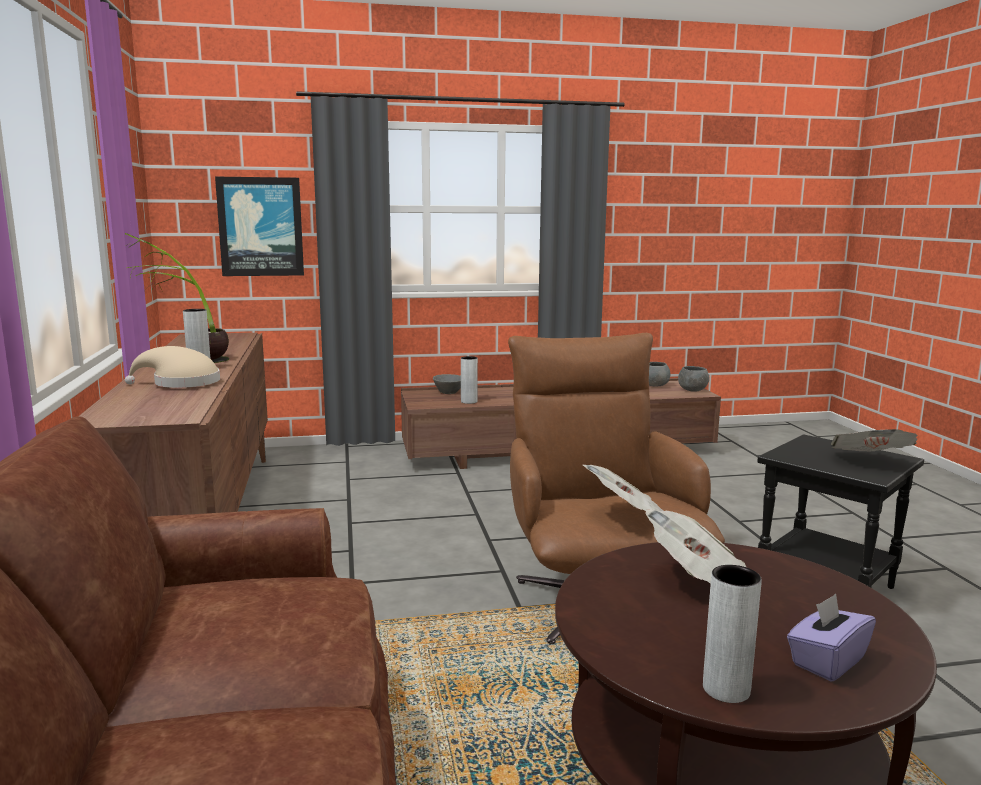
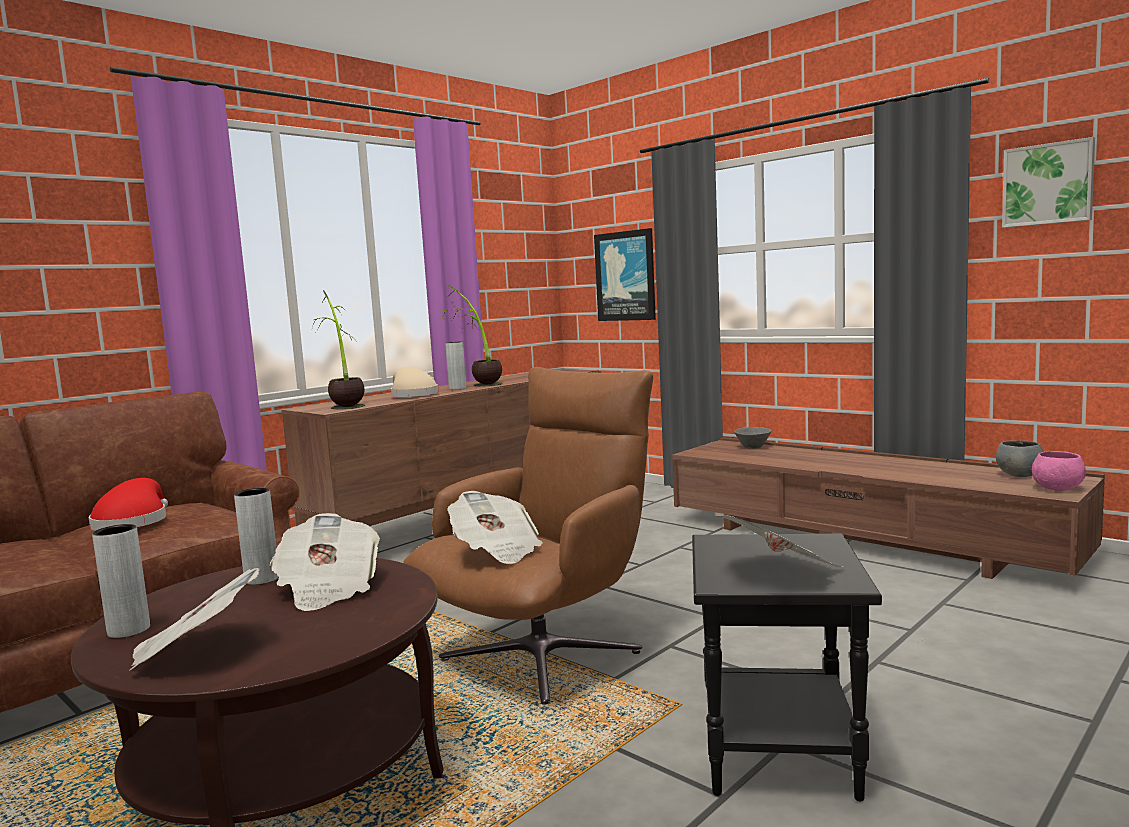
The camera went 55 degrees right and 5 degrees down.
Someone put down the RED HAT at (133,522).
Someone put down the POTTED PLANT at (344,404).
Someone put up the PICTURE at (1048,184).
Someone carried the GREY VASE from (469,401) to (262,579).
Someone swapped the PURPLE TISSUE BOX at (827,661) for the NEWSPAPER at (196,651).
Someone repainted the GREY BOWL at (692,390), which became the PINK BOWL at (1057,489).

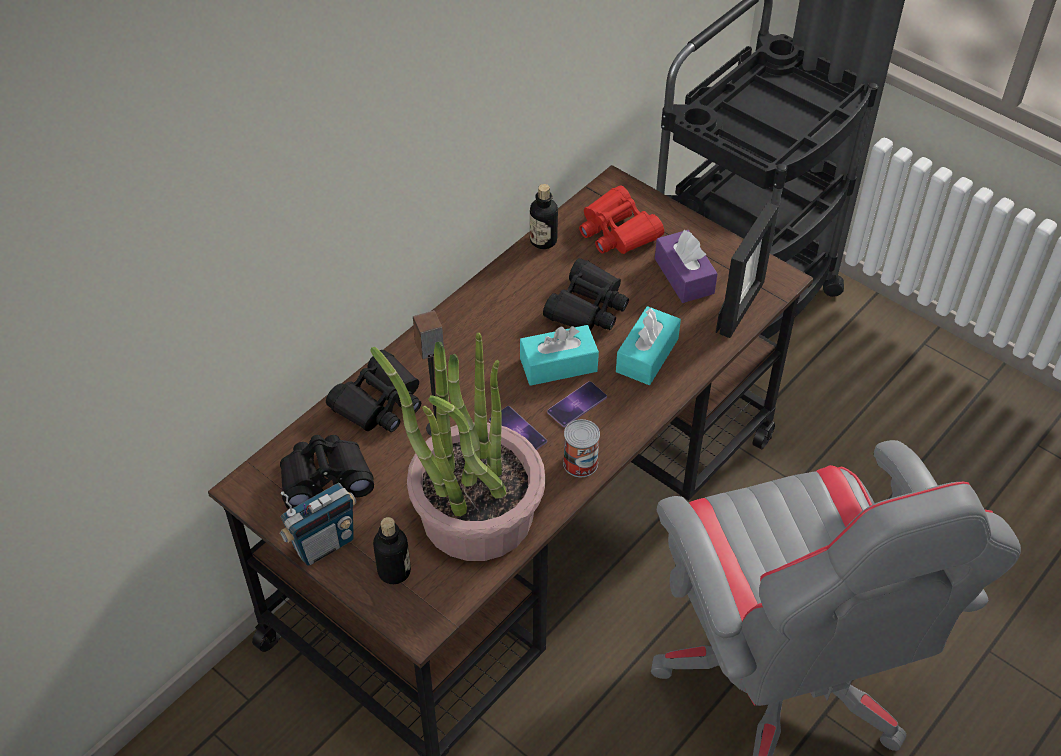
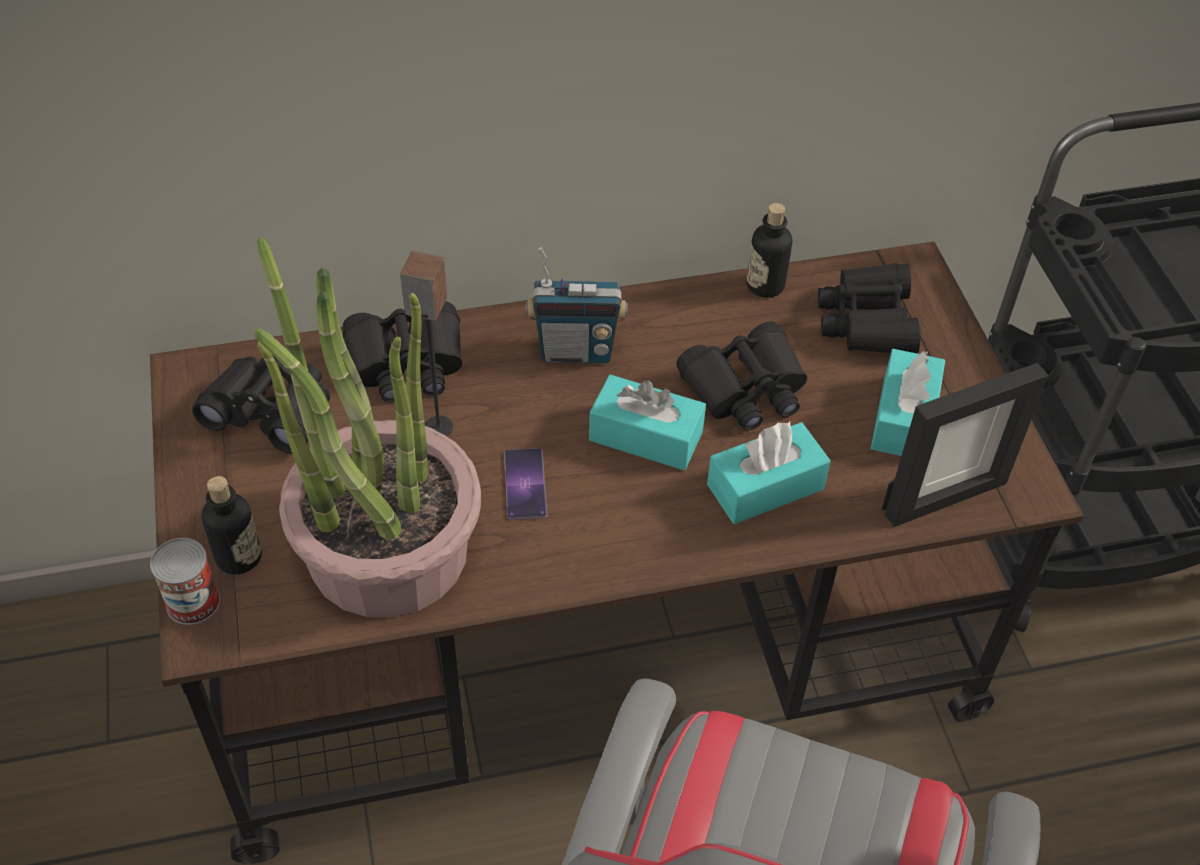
The camera went 35 degrees right and 0 degrees up.
Someone took away the PHONE at (577,404).
Someone carried the RADIO from (323,544) to (576,351).
Someone carried the CAN from (580,463) to (193,602).
Someone repainted the RED BINOCULARS at (617,231), which became the BLACK BINOCULARS at (867,321).
Someone repainted the PURPLE TISSUE BOX at (684,276), which became the TURQUOISE TISSUE BOX at (904,418).

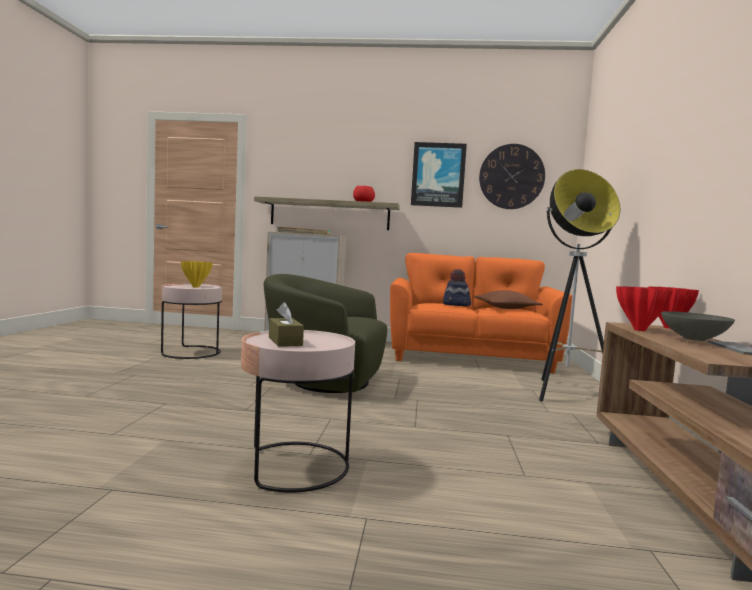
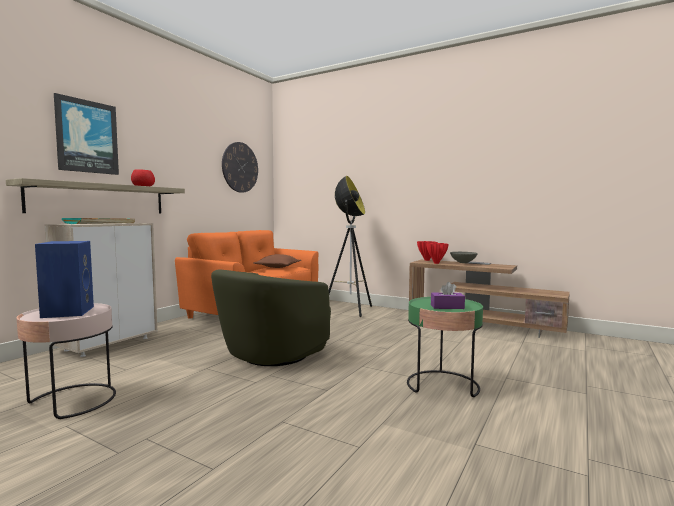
The camera went 65 degrees left and 0 degrees up.
Someone took away the HAT at (456,305).
Someone carried the PICTURE from (438,175) to (87,136).
Someone swapped the YELLOW VASE at (195,287) for the BLUE SPEAKER at (67,312).
Someone repainted the PINK SIDE TABLE at (294,466), which became the GREEN SIDE TABLE at (443,385).
Someone repainted the BROWN TISSUE BOX at (285,341), which became the PURPLE TISSUE BOX at (447,307).

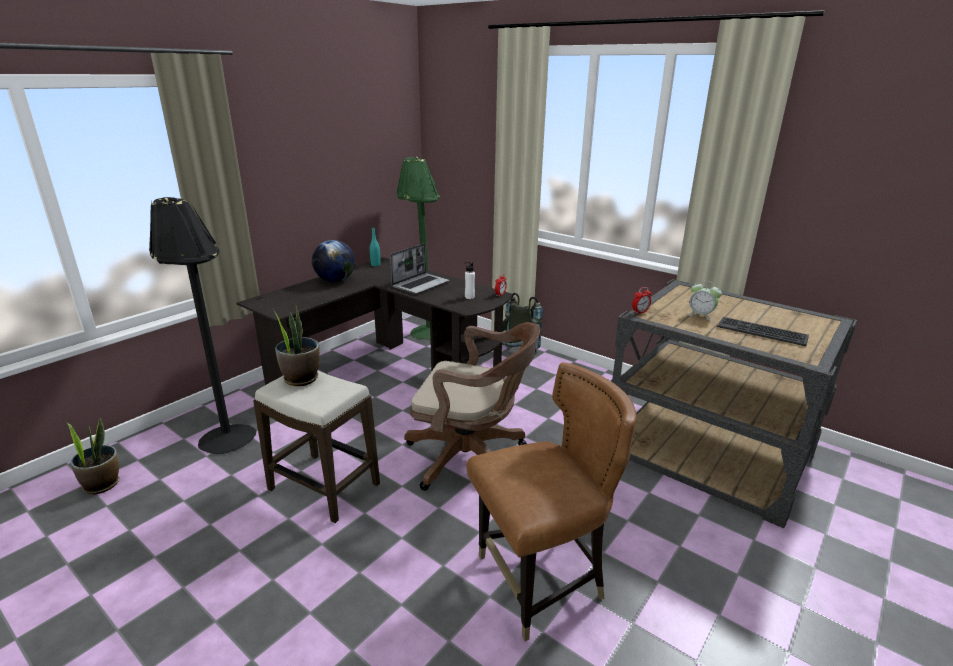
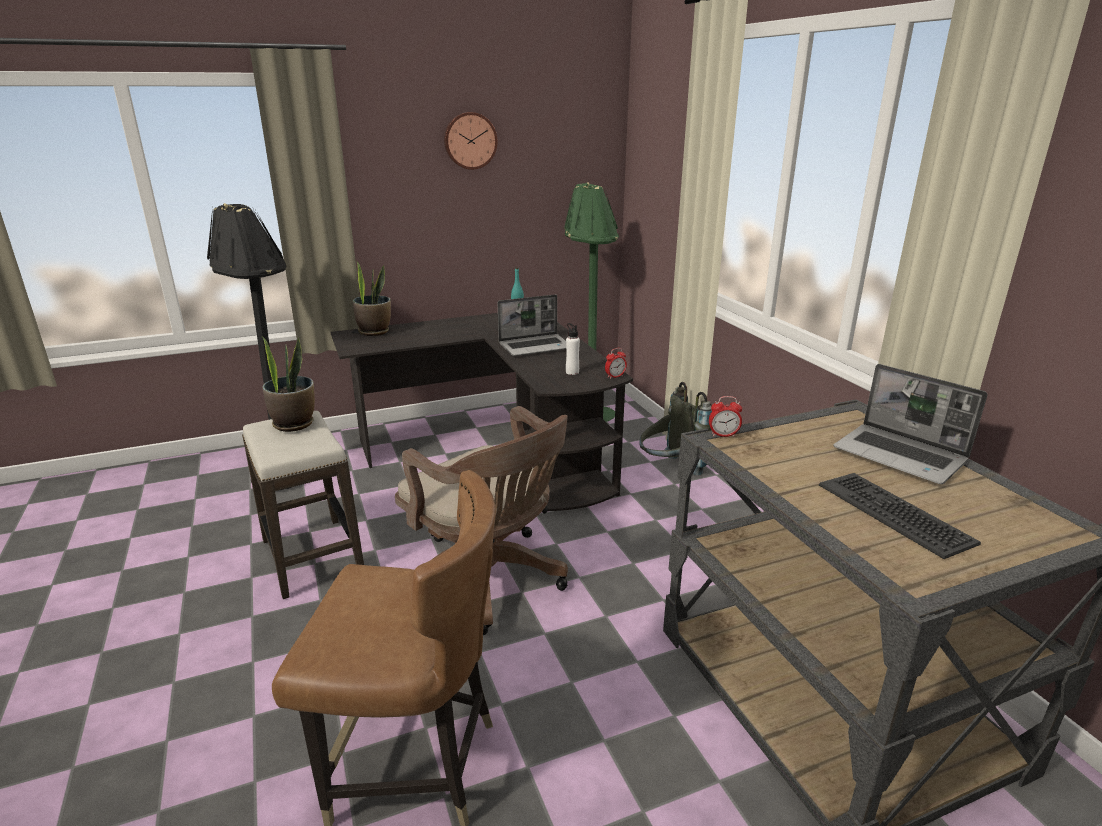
The camera went 30 degrees right and 0 degrees up.
Someone took away the GLOBE at (335,281).
Someone took away the ALARM CLOCK at (701,315).
Someone put up the WALL CLOCK at (470,140).
Someone put down the LAPTOP at (901,456).
Someone carried the POTTED PLANT from (102,484) to (374,331).

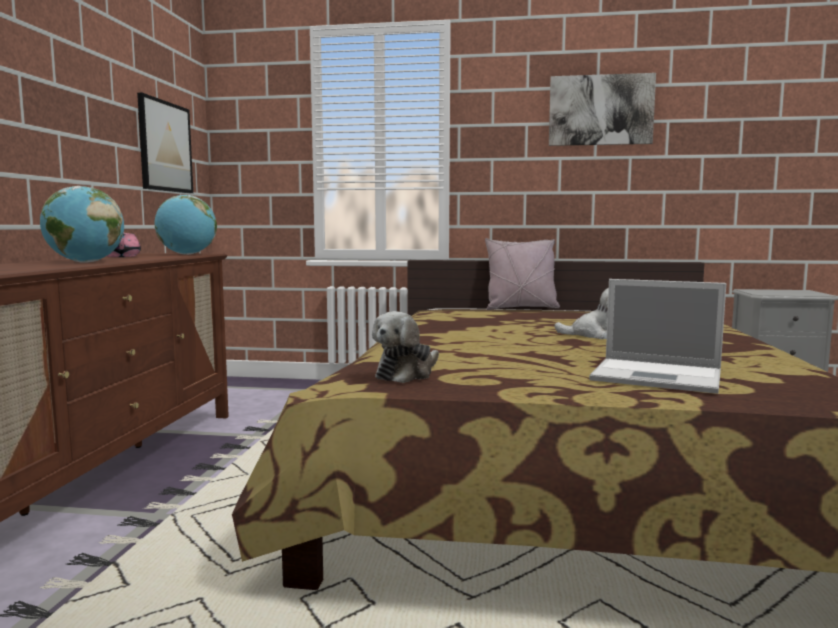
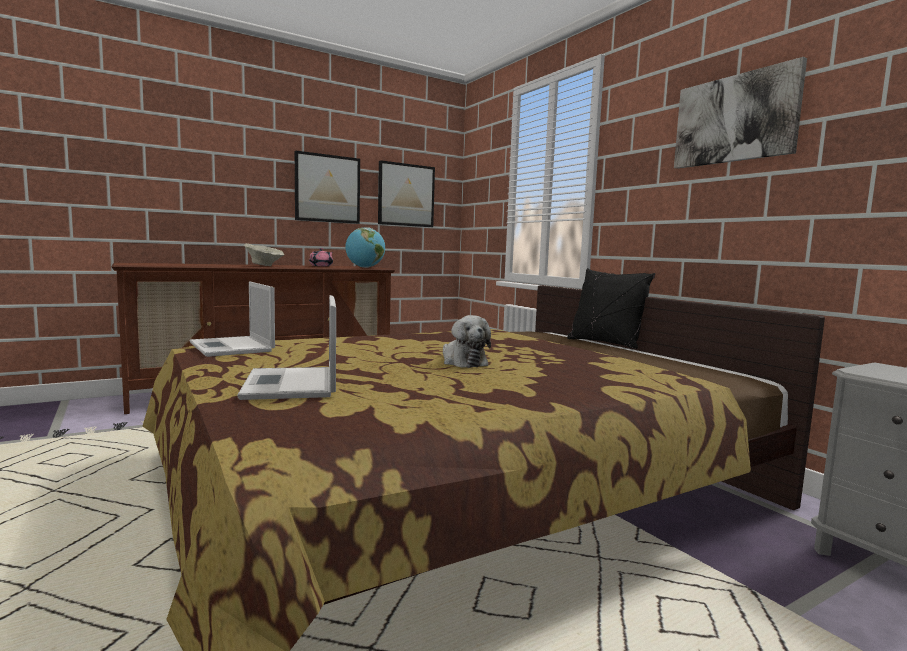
The camera went 50 degrees right and 0 degrees up.
Someone put up the PICTURE at (327,188).
Someone swapped the GLOBE at (85,262) for the BEIGE BOWL at (264,266).
Someone swapped the PLUSH TOY at (406,374) for the LAPTOP at (232,347).
Someone repainted the PURPLE PILLOW at (521,308), which became the BLACK PILLOW at (605,343).

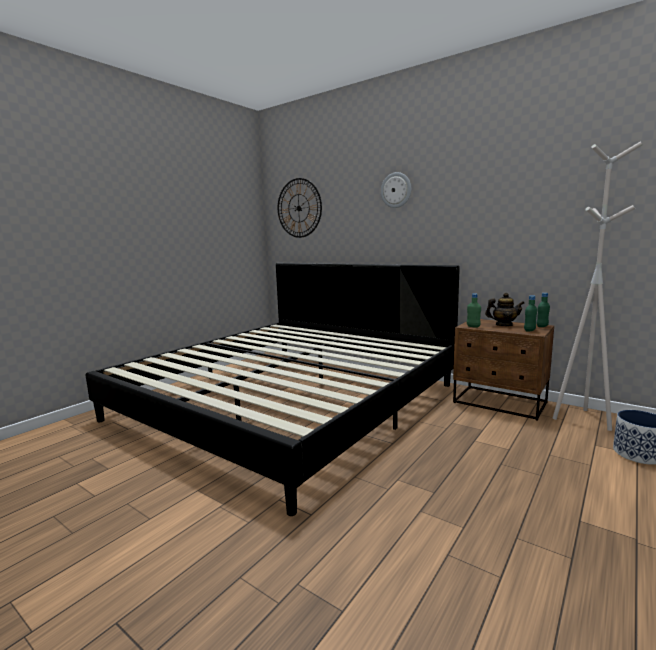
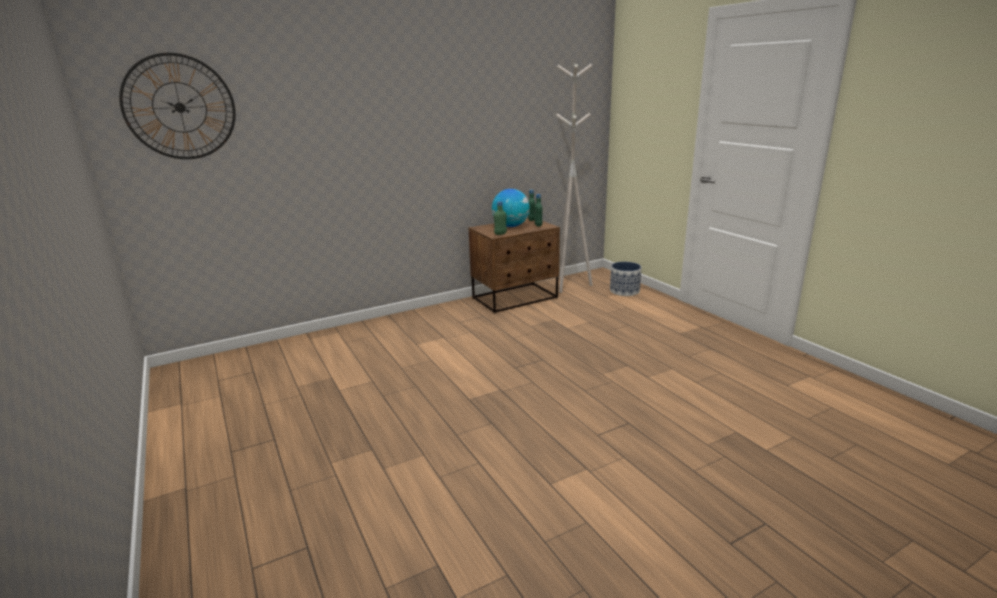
The camera went 65 degrees left and 10 degrees up.
Someone took away the BED at (288,401).
Someone took away the WALL CLOCK at (396,190).
Someone swapped the TEAPOT at (503,325) for the GLOBE at (510,226).

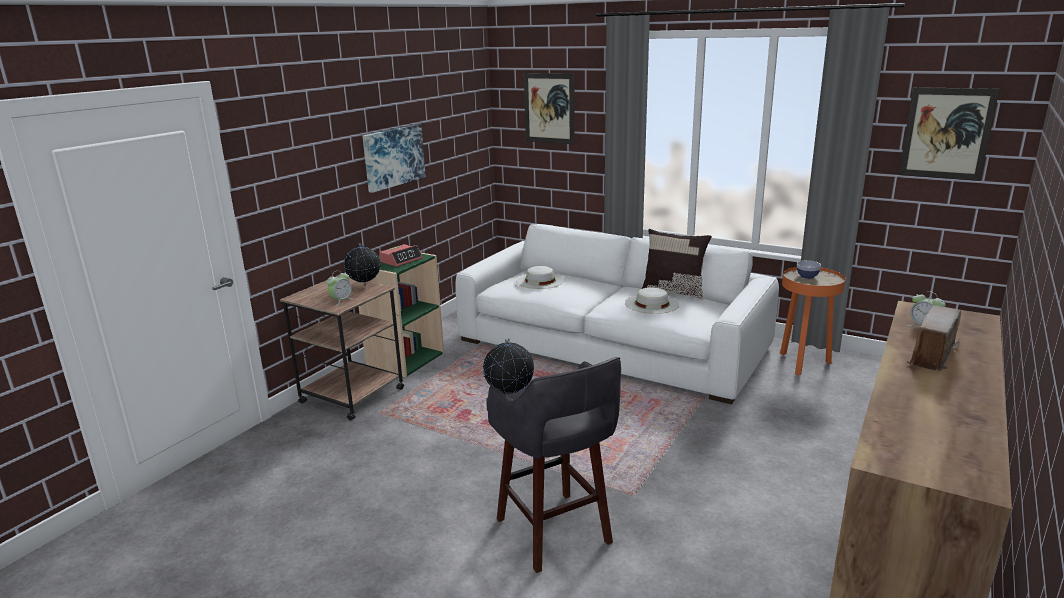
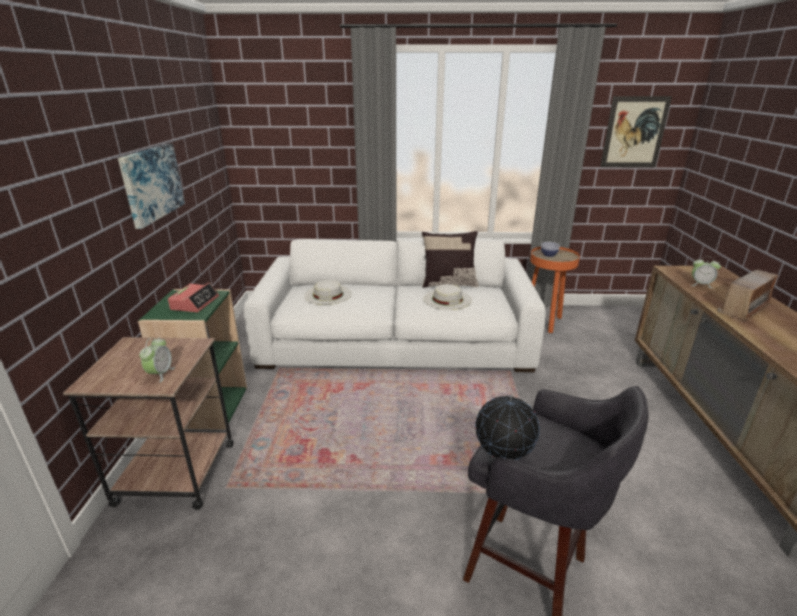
The camera went 30 degrees left and 5 degrees up.
Someone took away the GLOBE at (364,286).
Someone took away the PICTURE at (549,108).
Someone rotated the RADIO at (932,356) by 135 degrees counterclockwise.

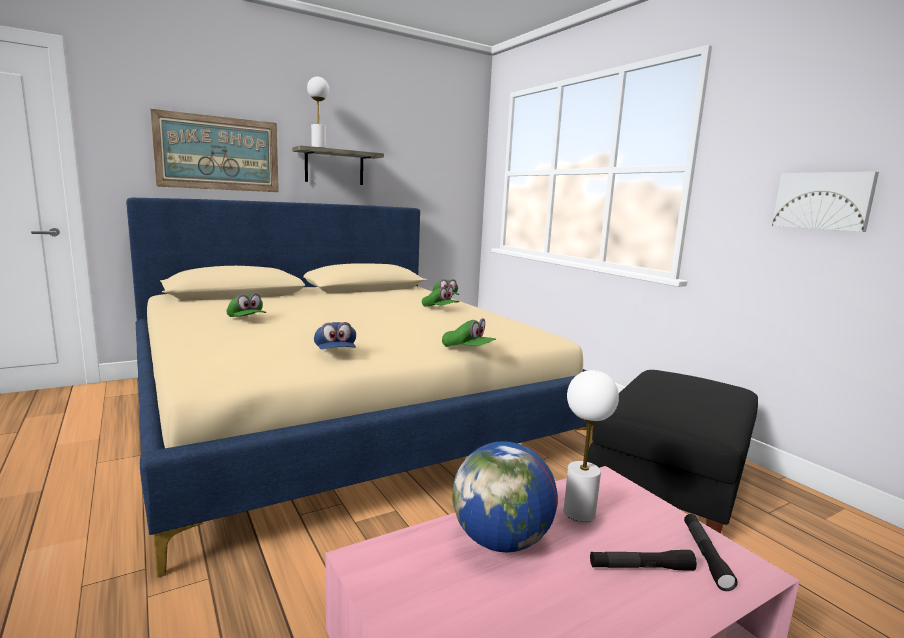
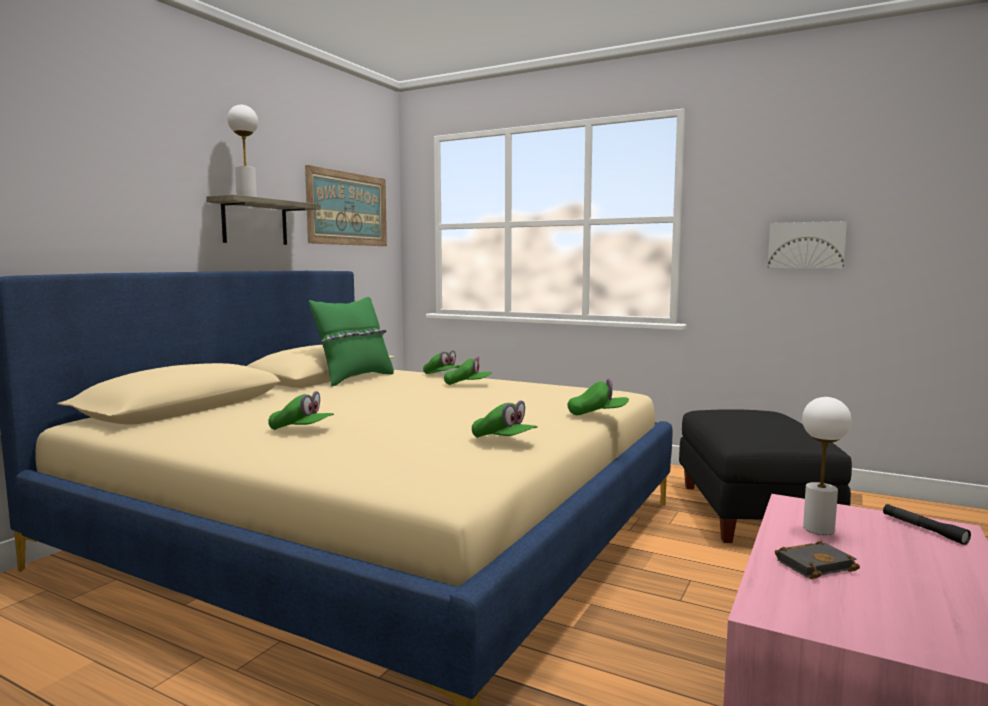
The camera went 30 degrees left and 5 degrees down.
Someone took away the BLACK FLASHLIGHT at (641,568).
Someone put down the GREEN PILLOW at (354,378).
Someone carried the PICTURE from (218,153) to (348,209).
Someone swapped the GLOBE at (501,541) for the BLACK BOOK at (815,564).
Someone repainted the BLUE CAP at (335,353), which became the GREEN CAP at (504,440).

